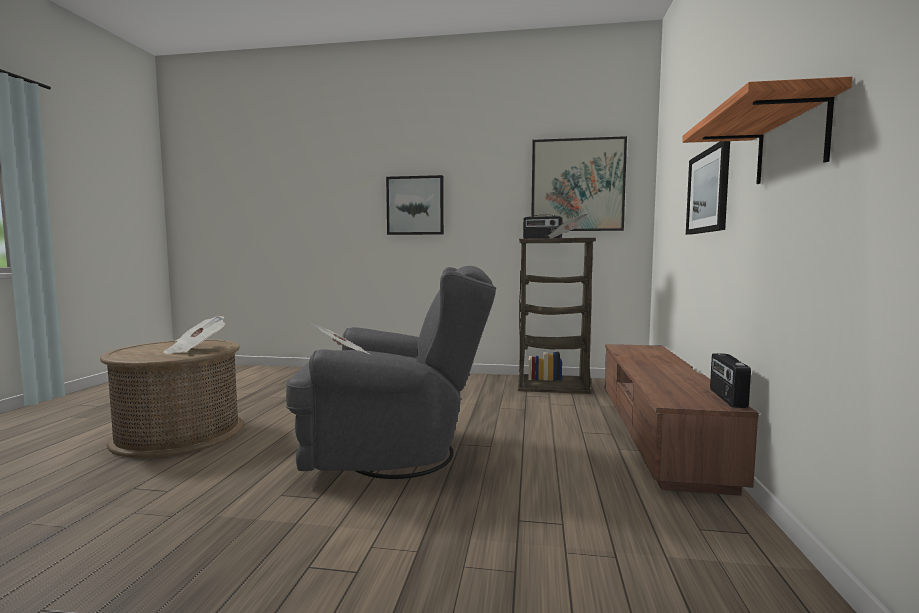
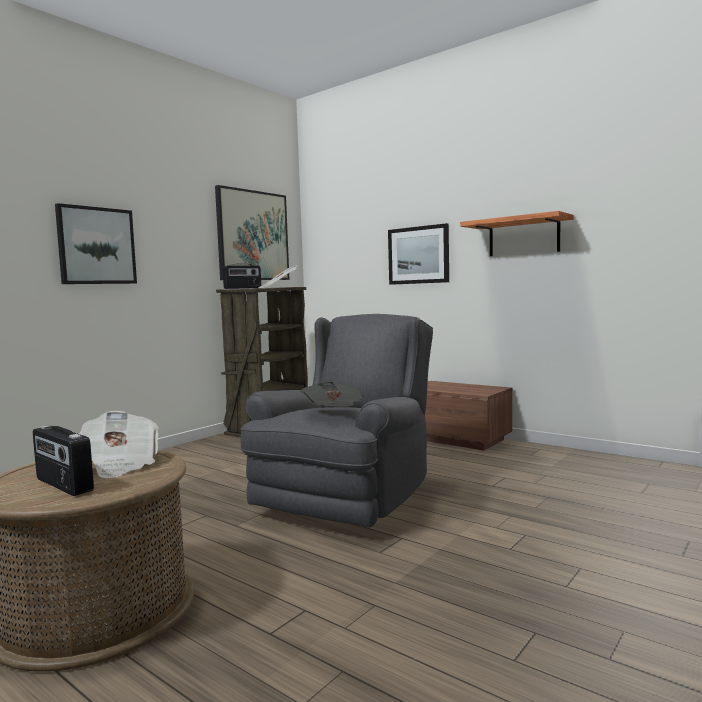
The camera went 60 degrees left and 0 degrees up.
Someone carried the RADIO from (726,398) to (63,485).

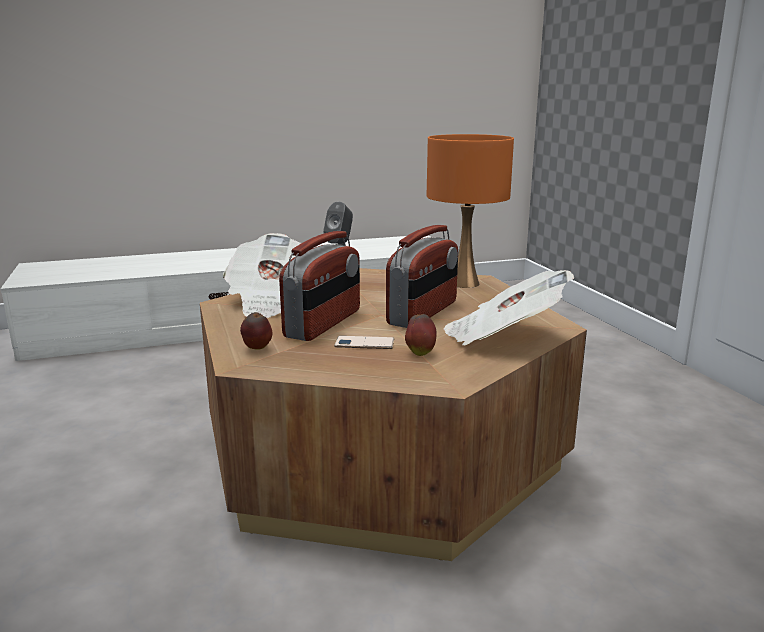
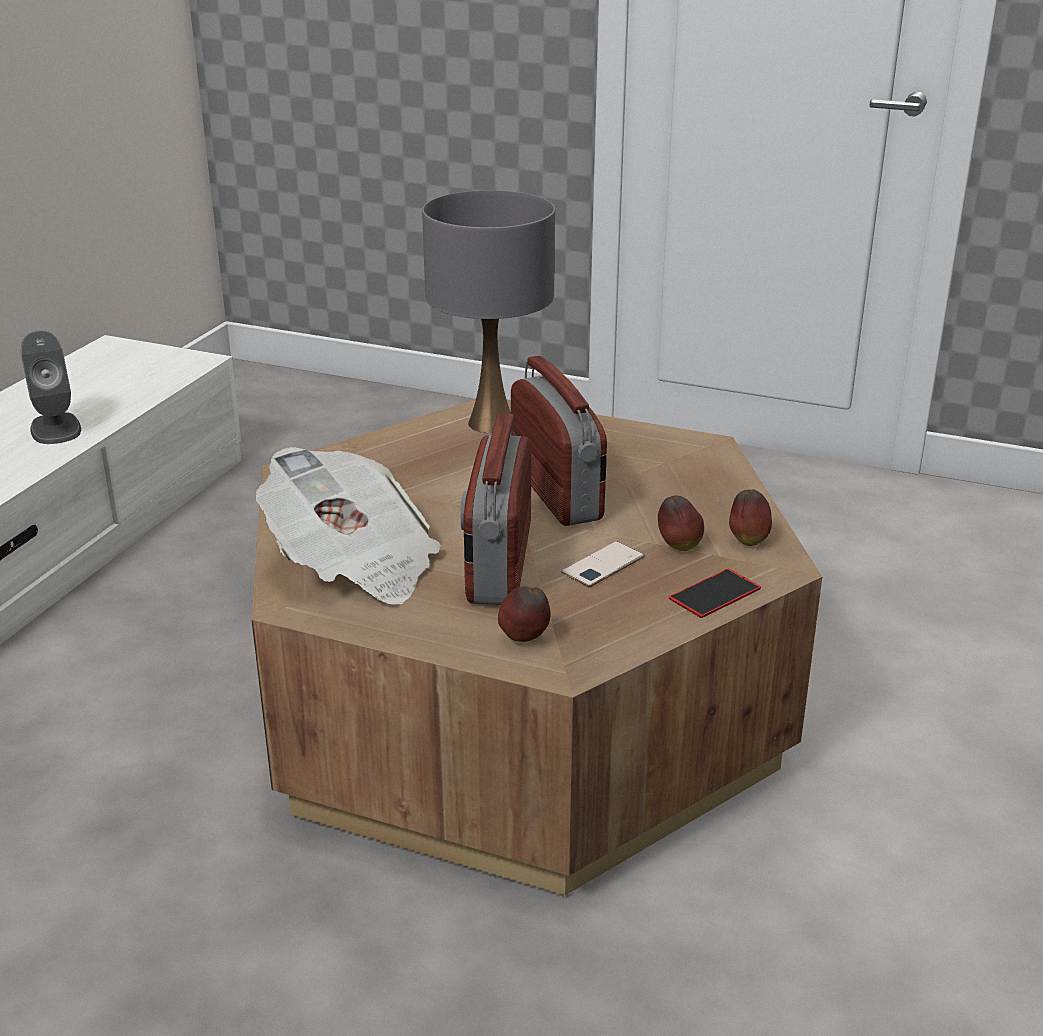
The camera went 50 degrees left and 10 degrees up.
Someone took away the NEWSPAPER at (502,337).
Someone put down the PHONE at (714,593).
Someone put down the APPLE at (748,540).
Someone repainted the ORANGE TABLE LAMP at (464,283), which became the GREY TABLE LAMP at (490,423).
Someone rotated the RADIO at (324,324) by 150 degrees counterclockwise.

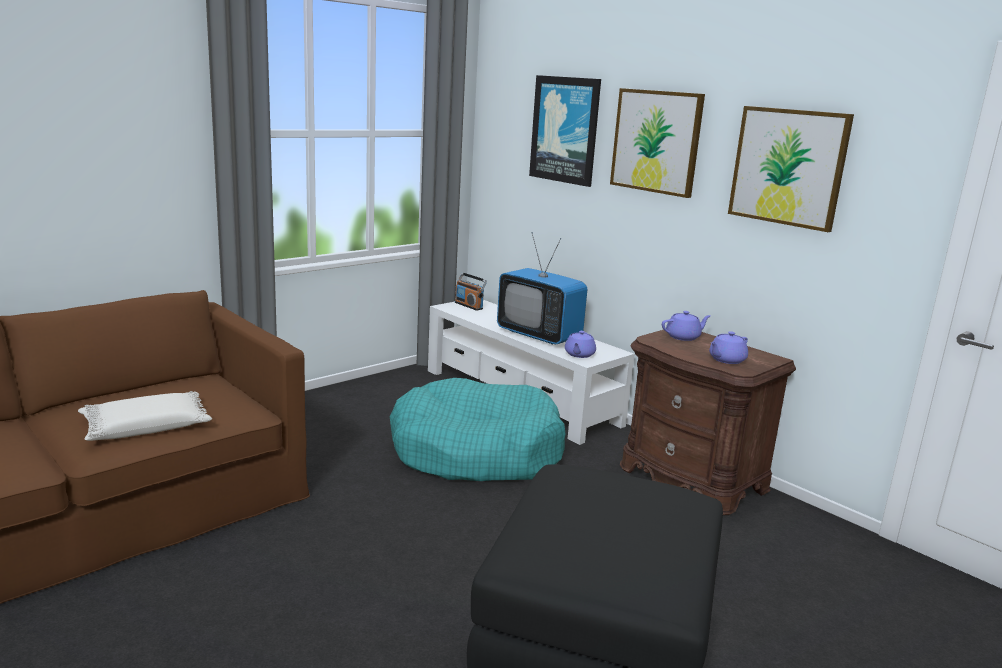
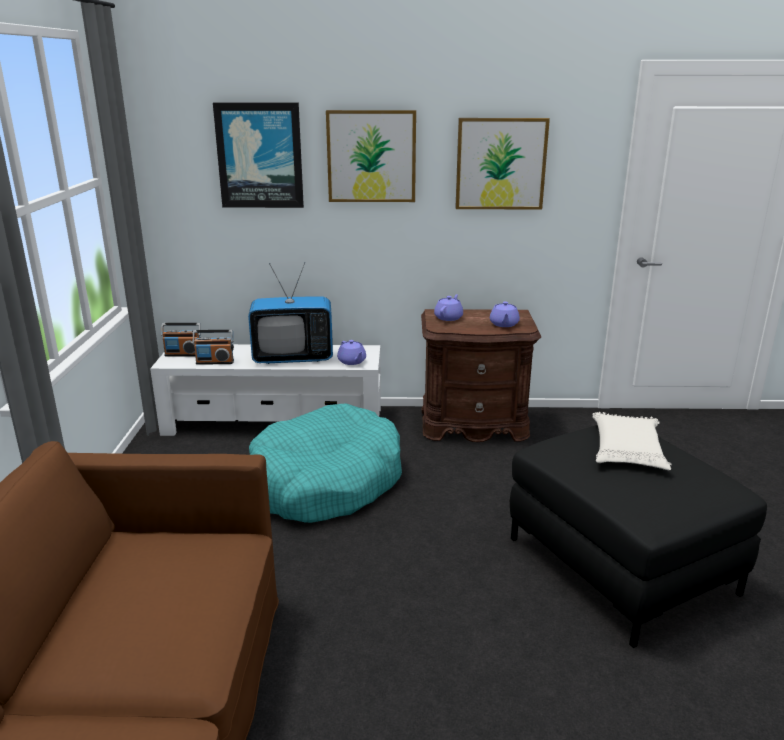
The camera went 45 degrees left and 5 degrees up.
Someone put down the RADIO at (215,362).
Someone carried the WHITE PILLOW from (146,424) to (627,447).

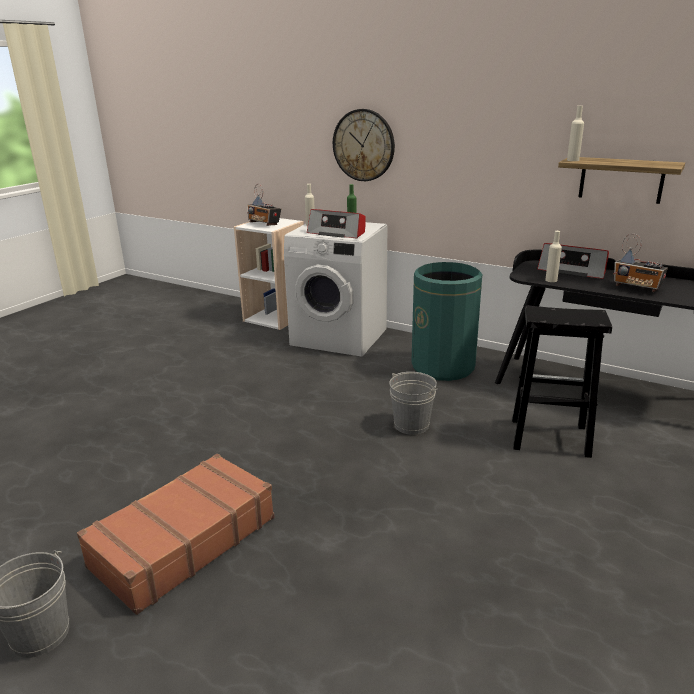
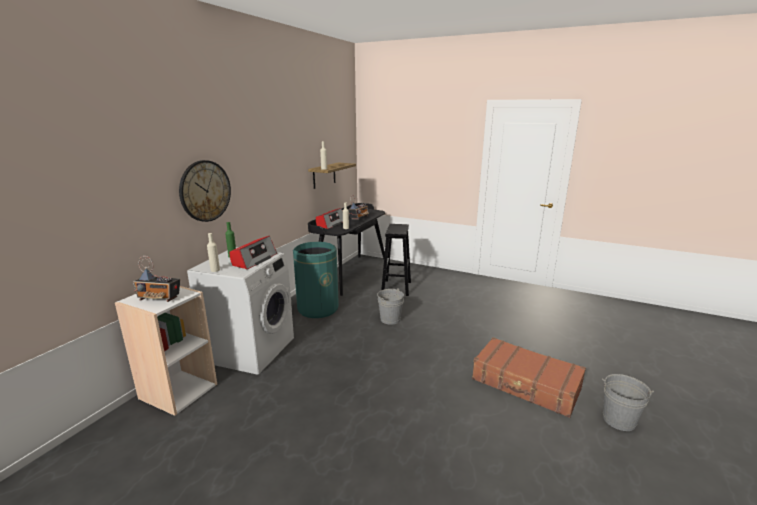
The camera went 95 degrees left and 5 degrees down.
Someone rotated the RADIO at (264,224) by 60 degrees clockwise.

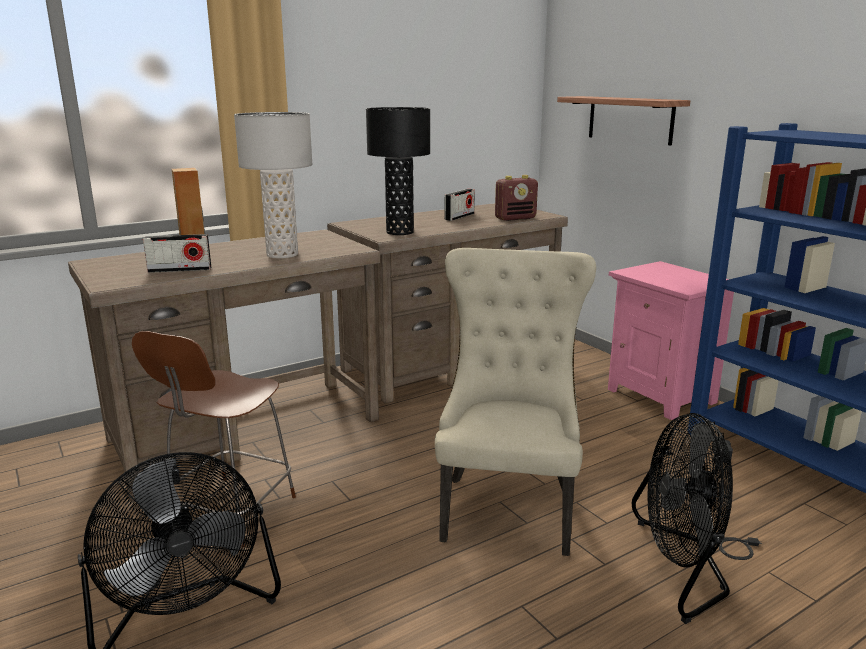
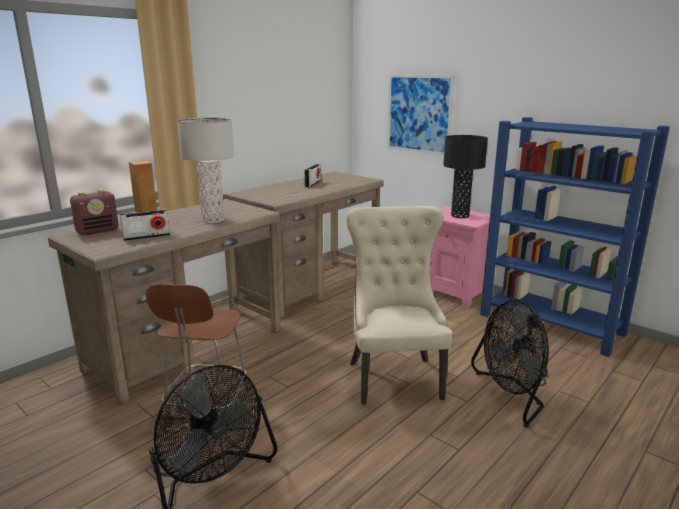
The camera went 15 degrees left and 0 degrees up.
Someone carried the BLACK TABLE LAMP from (400,232) to (460,216).
Someone carried the RADIO from (515,218) to (98,231).
Someone swapped the SHELF at (630,119) for the PICTURE at (419,114).

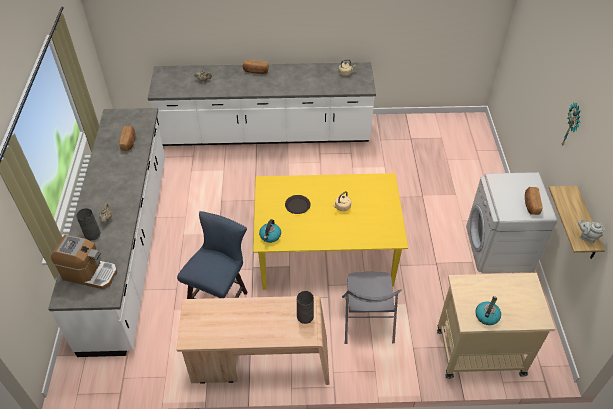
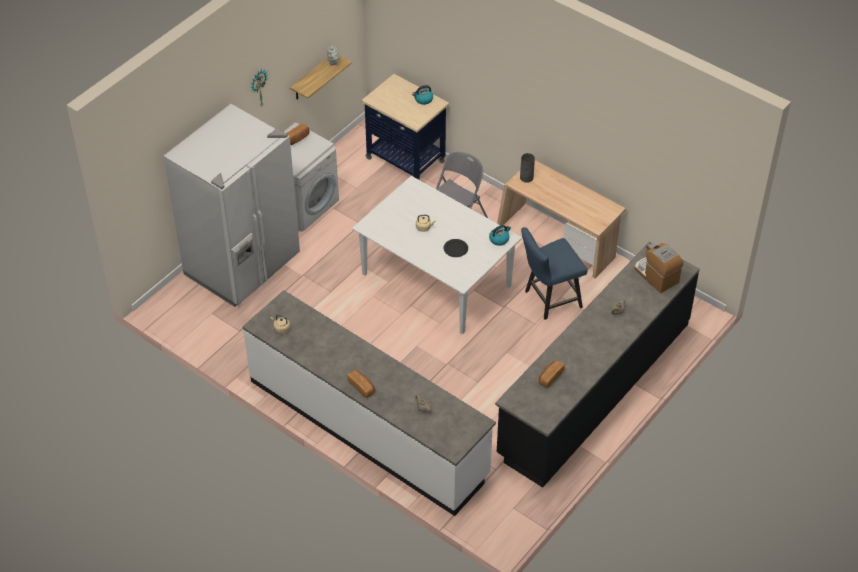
The camera went 140 degrees left and 0 degrees up.
Someone took away the GREY VASE at (92,234).
Someone put down the WHITE FRIDGE at (243,265).
Someone repainted the WHITE COUNTER at (128,248), which became the BLACK COUNTER at (594,388).
Someone repainted the YELLOW DINING TABLE at (326,255), which became the WHITE DINING TABLE at (437,280).
Someone repainted the BEIGE CART at (478,354), which became the BLUE CART at (406,161).

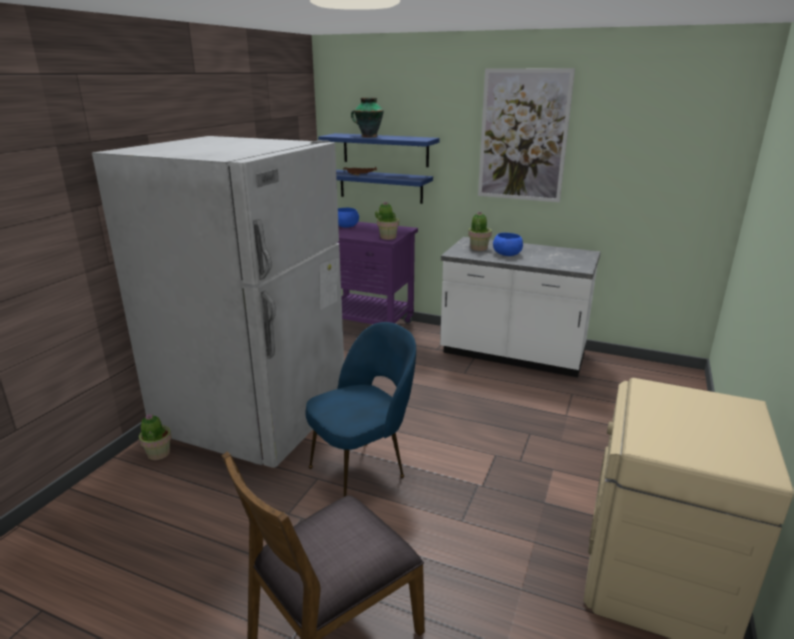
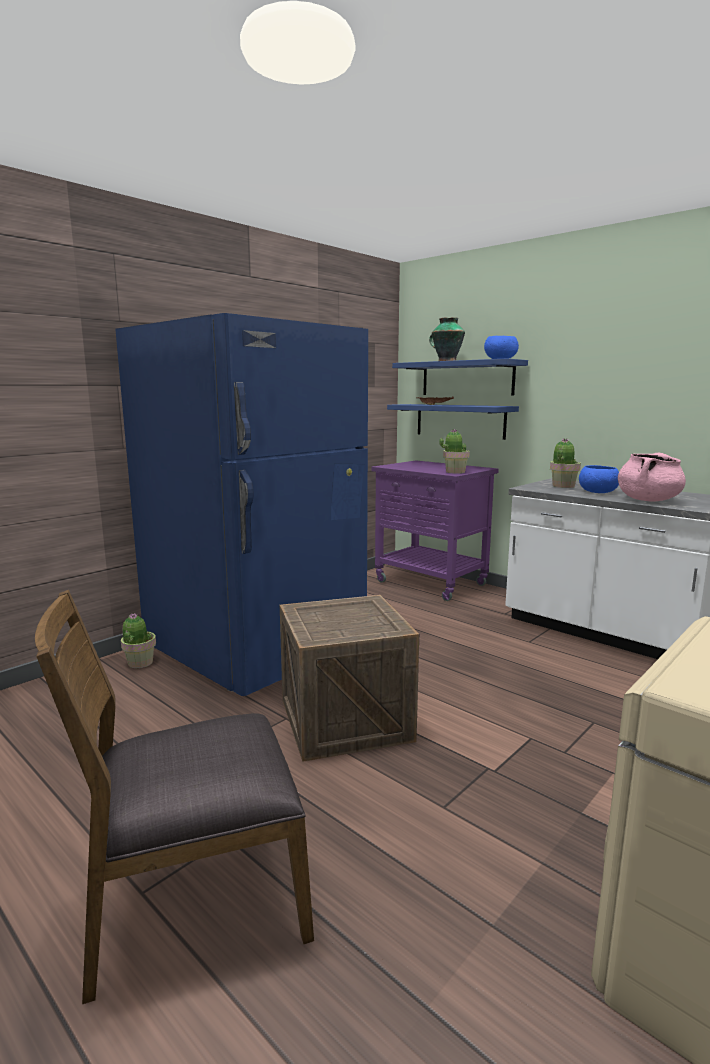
The camera went 20 degrees right and 10 degrees down.
Someone took away the PICTURE at (523,136).
Someone put down the PINK COOKING POT at (648,500).
Someone carried the BLUE BOWL from (346,226) to (500,359).
Someone swapped the BLUE CHAIR at (363,470) for the CRATE at (345,720).
Someone repainted the WHITE FRIDGE at (254,415), which became the BLUE FRIDGE at (257,645).

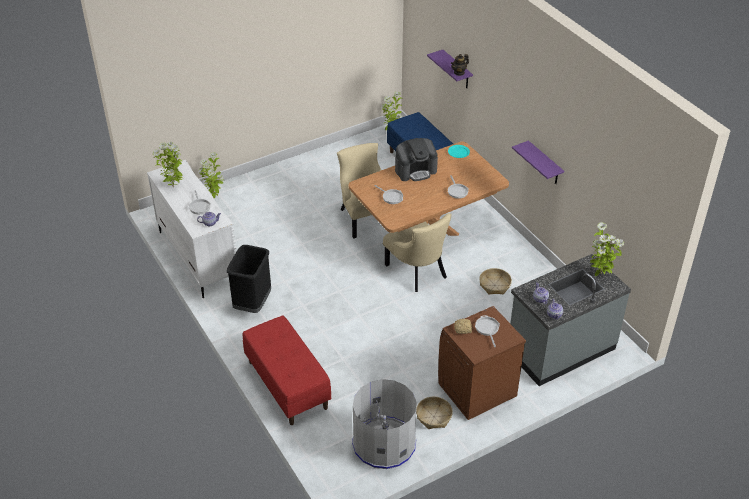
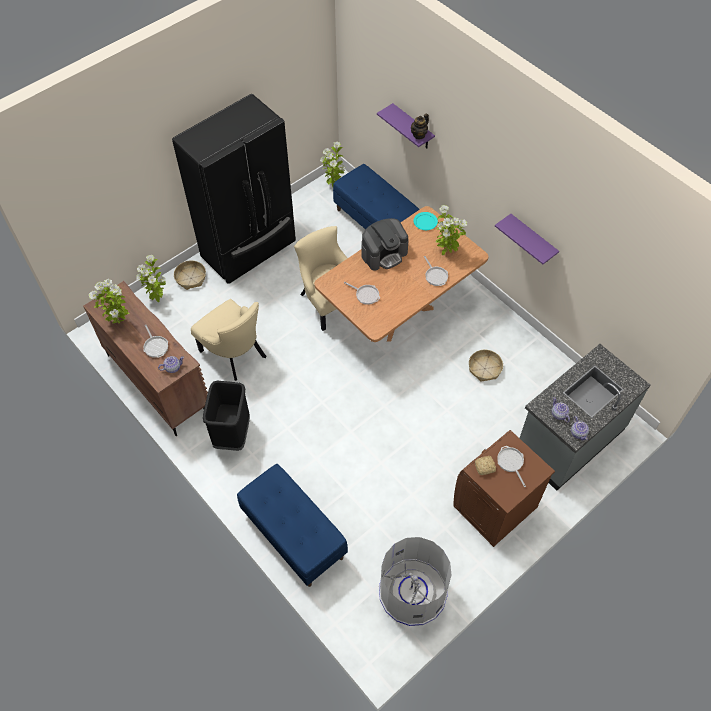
The camera went 10 degrees left and 15 degrees up.
Someone put down the BLACK FRIDGE at (251,250).
Someone carried the BEIGE CHAIR from (416,270) to (233,352).
Someone carried the BASKET from (434,416) to (191,278).
Someone carried the POTTED PLANT from (600,274) to (446,252).
Someone repainted the WHITE DRESSER at (197,257), which became the BROWN DRESSER at (158,383).
Someone repainted the RED BENCH at (287,385), which became the BLUE BENCH at (293,535).

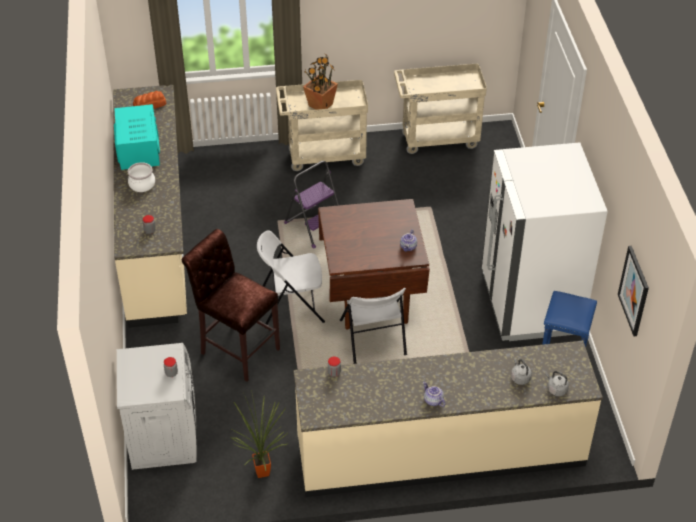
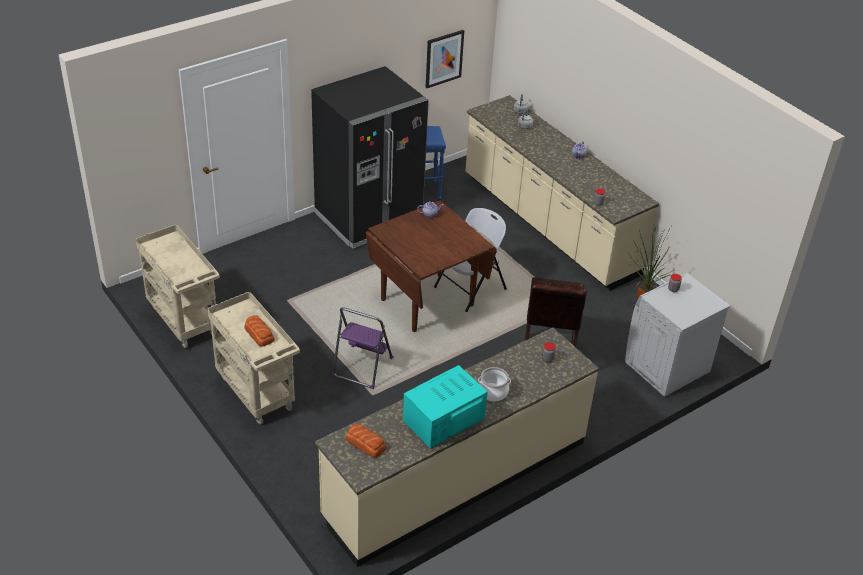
The camera went 120 degrees left and 5 degrees down.
Someone took away the WHITE CHAIR at (292,305).
Someone swapped the POTTED PLANT at (320,105) for the BREAD at (259,334).
Someone repainted the WHITE FRIDGE at (530,302), which became the BLACK FRIDGE at (368,218).

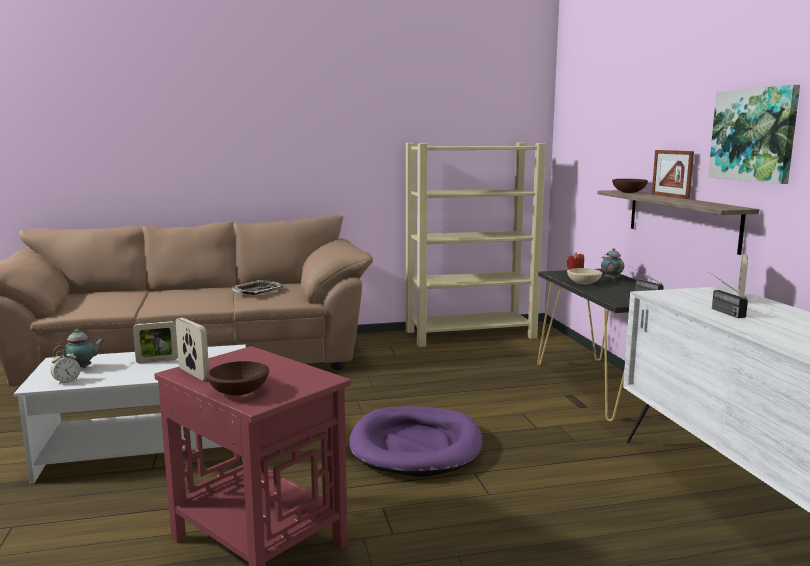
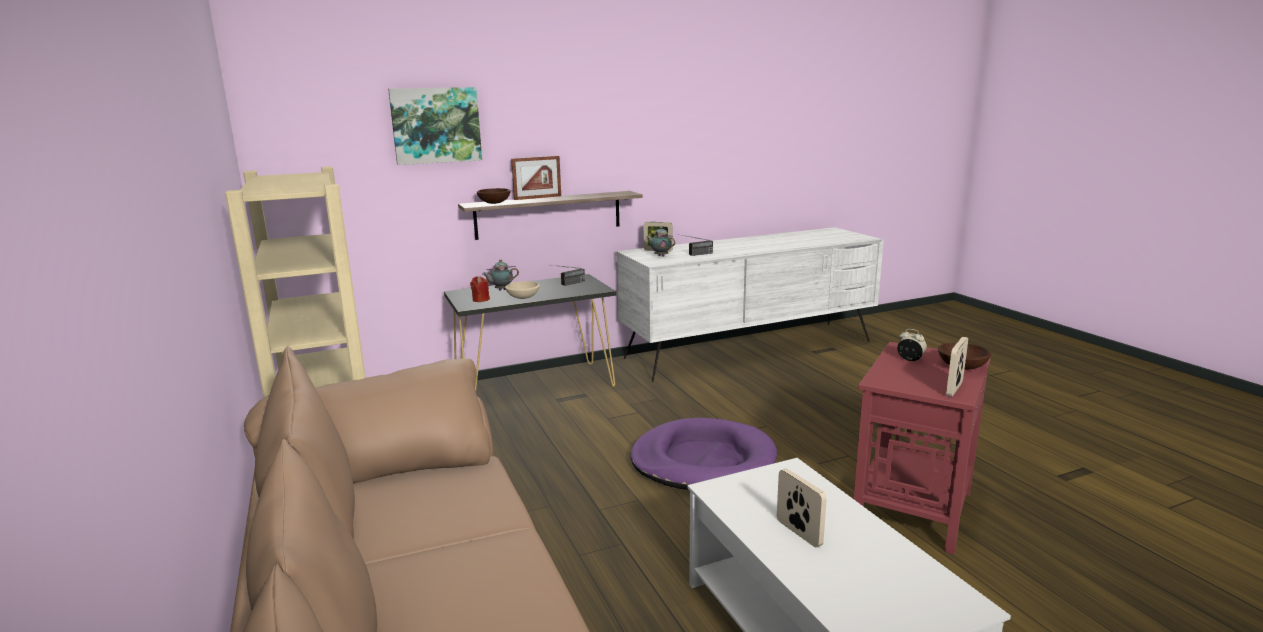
The camera went 100 degrees left and 5 degrees up.
Someone took away the TRAY at (258,291).
Someone carried the ALARM CLOCK from (66,381) to (910,359).
Someone carried the TEAPOT from (82,368) to (660,256).
Someone carried the PICTURE from (754,135) to (436,125).

